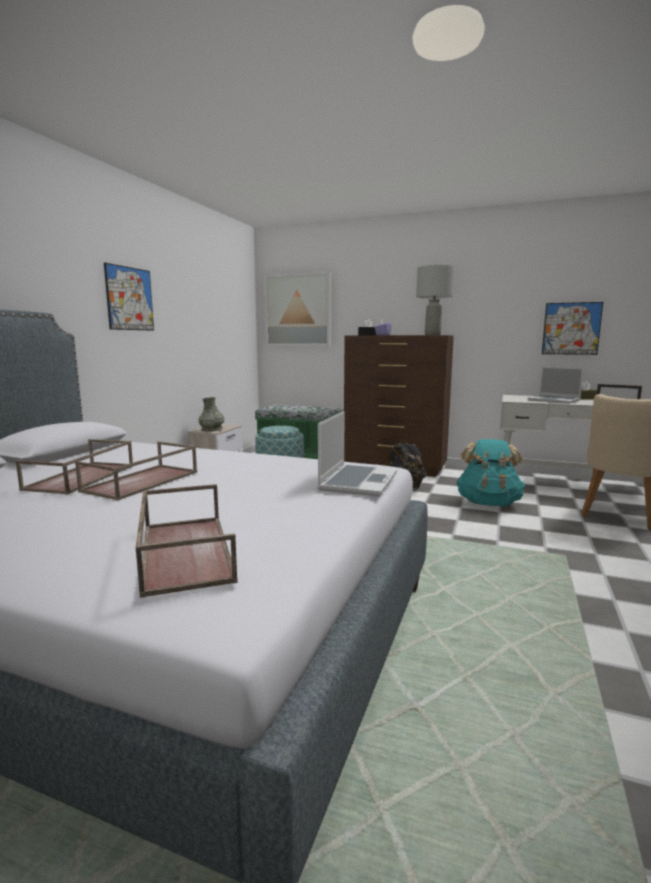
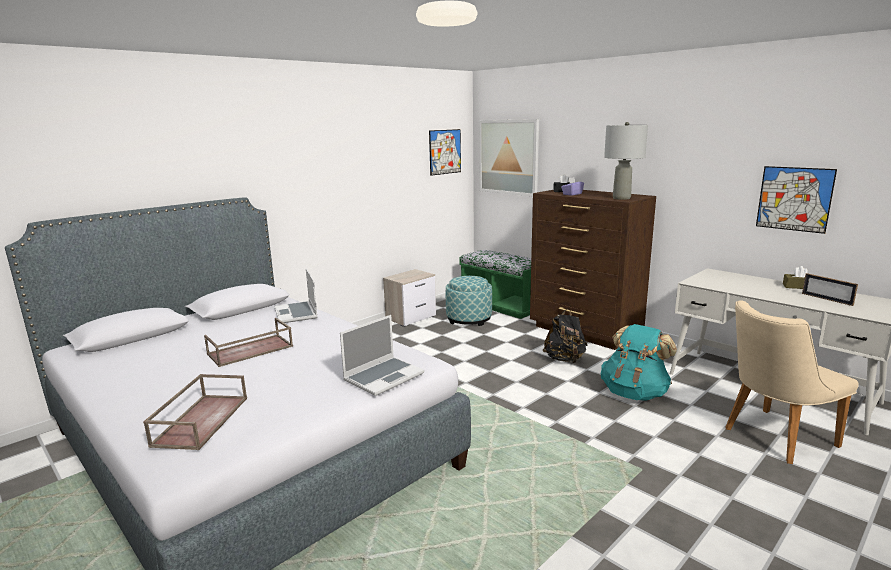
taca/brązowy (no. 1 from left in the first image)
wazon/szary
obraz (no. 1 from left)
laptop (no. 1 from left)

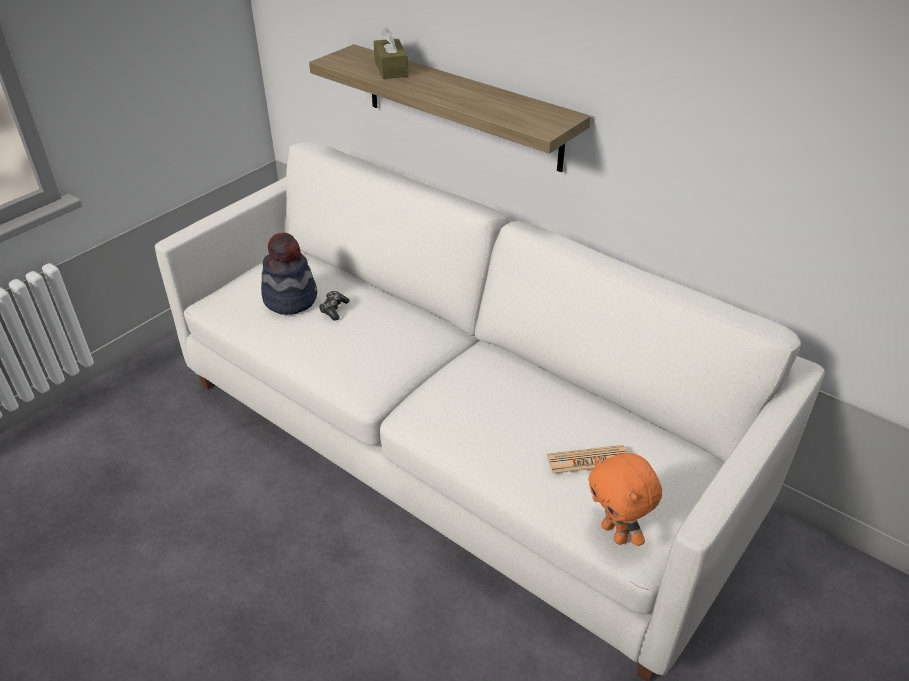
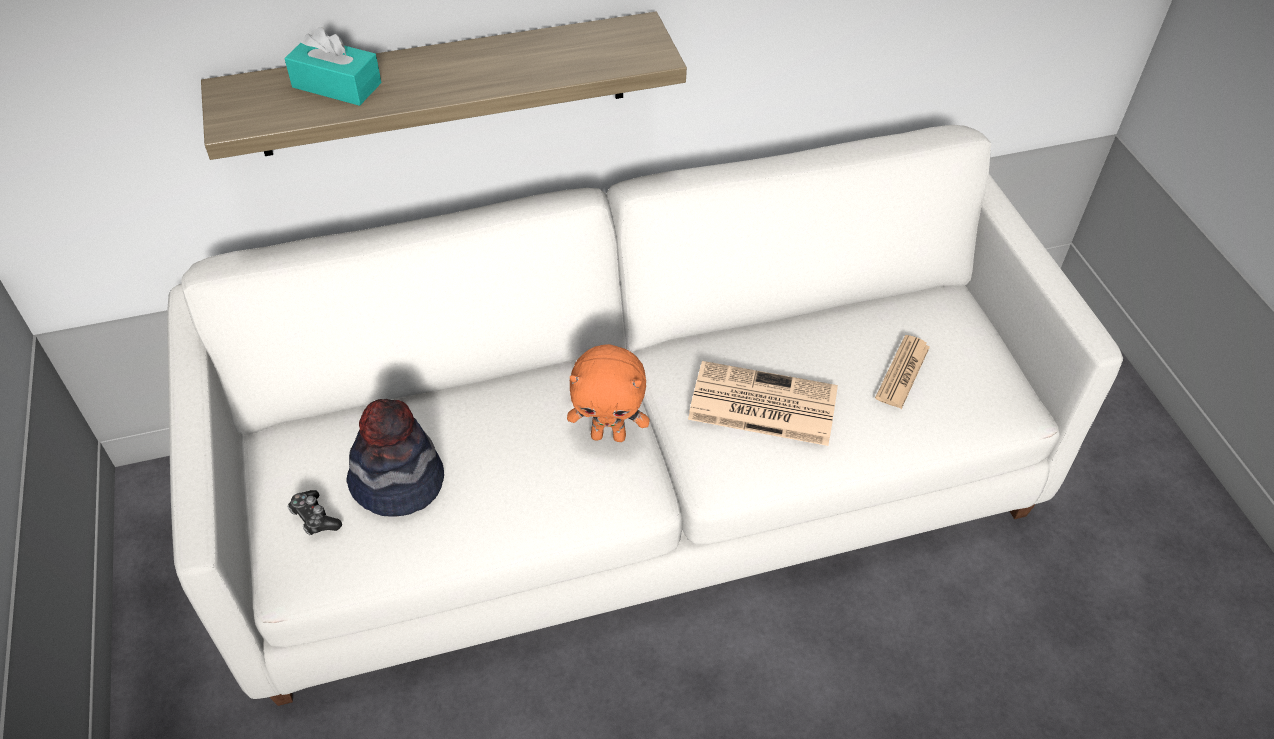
gazeta (no. 1 from left)
pad do gier
pluszak/pomarańczowy
pudełko chusteczek/turkusowy

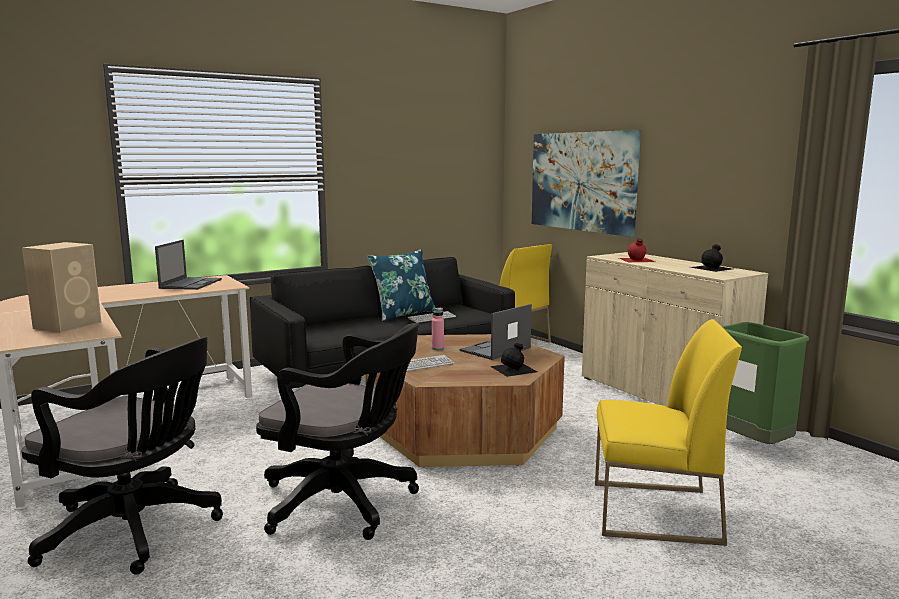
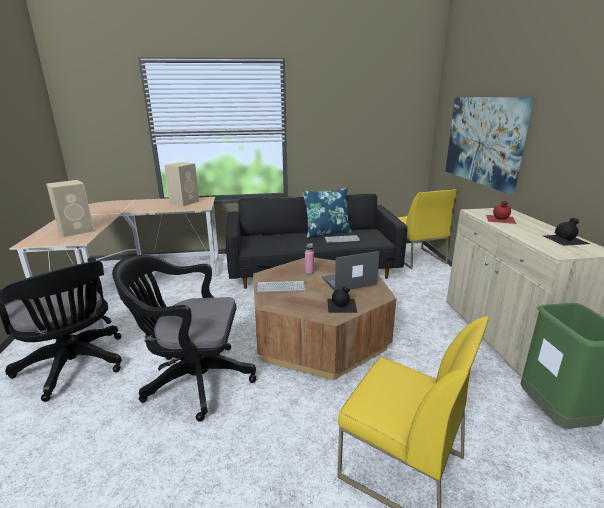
głośnik/beżowy (no. 2 from left)
krzesło biurowe/czarny (no. 2 from left)

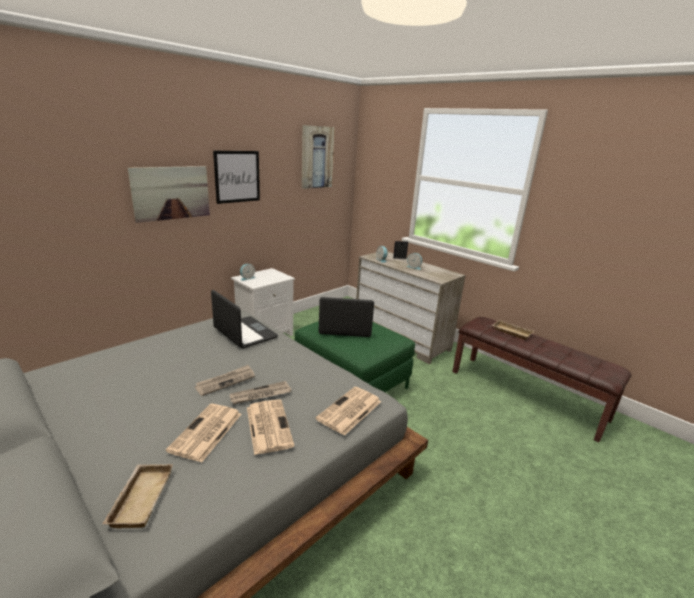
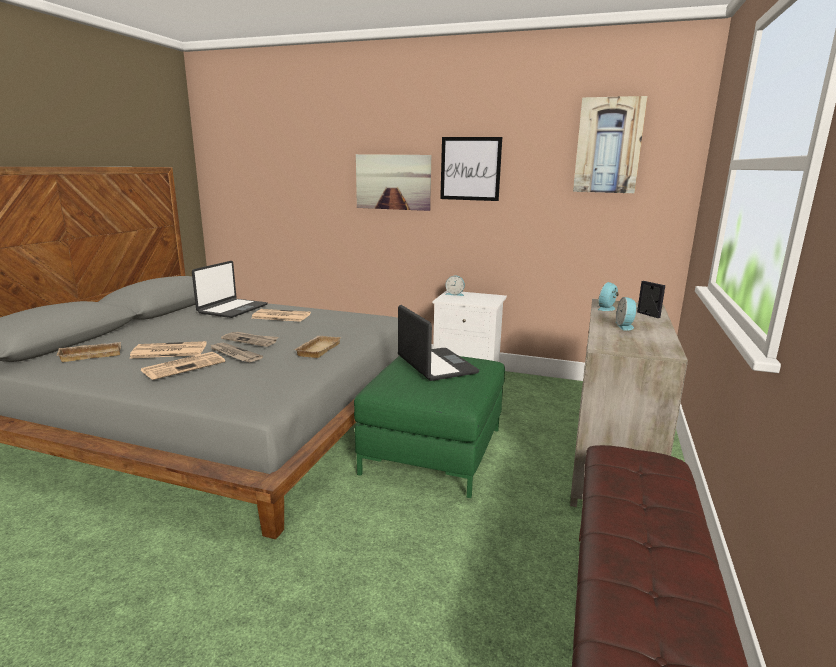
laptop (no. 1 from left)
gazeta (no. 5 from left)
taca/beżowy (no. 2 from left)

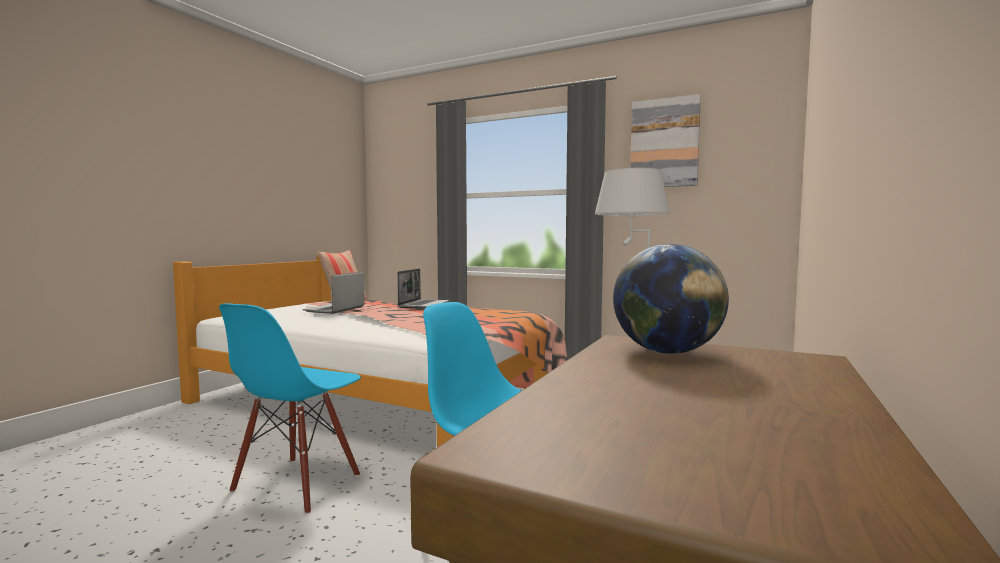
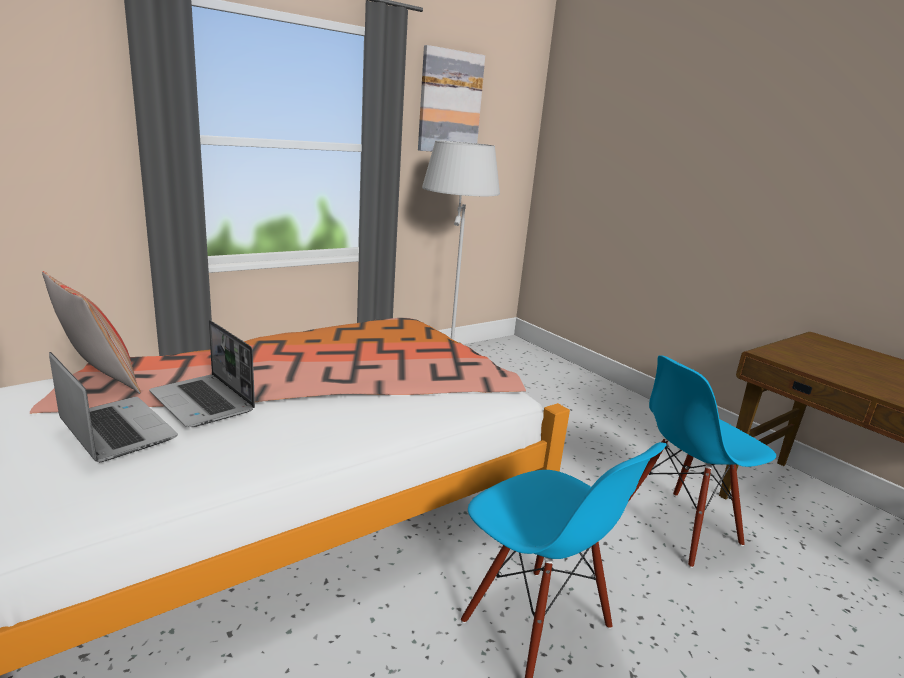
globus
laptop (no. 1 from left)

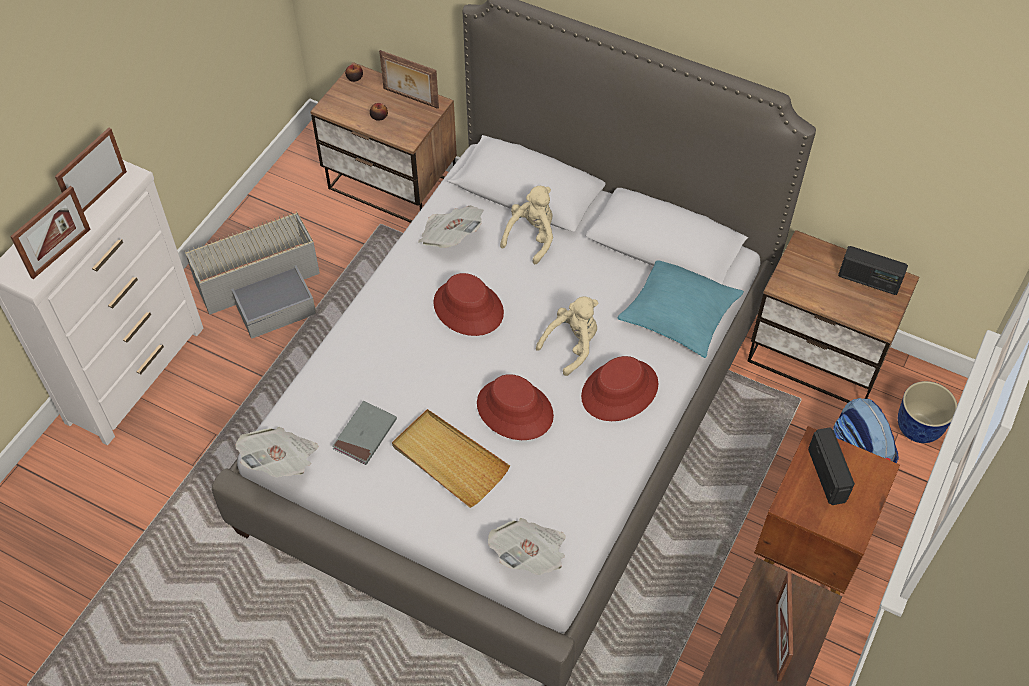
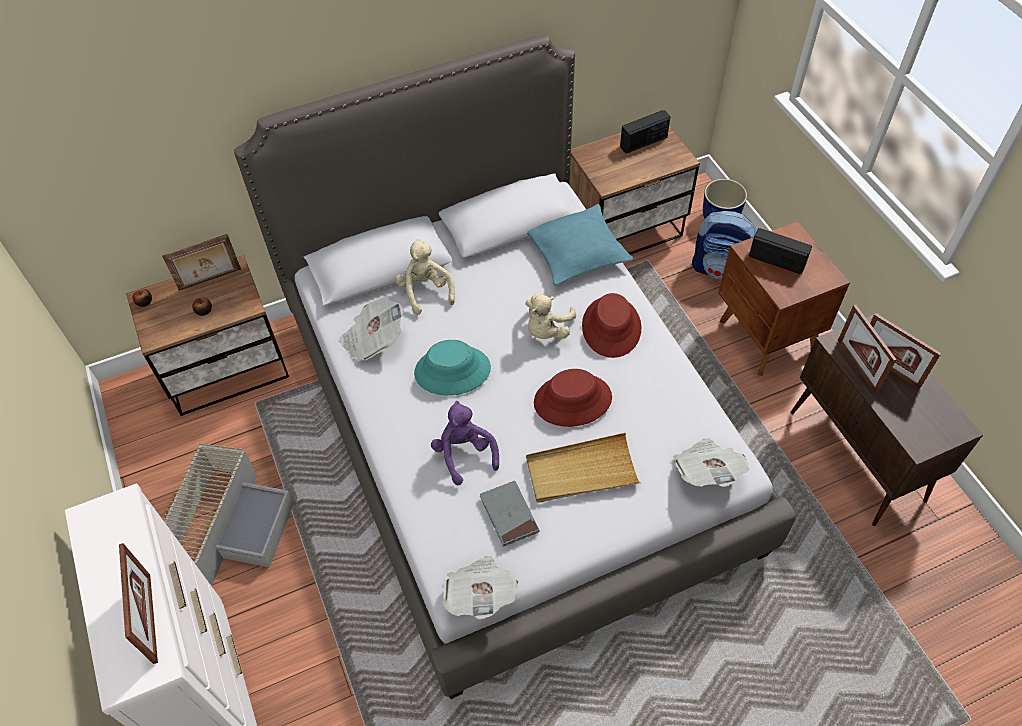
pluszak/fioletowy
ramka na zdjęcie (no. 3 from left)
kapelusz/turkusowy
pluszak/beżowy (no. 2 from left)

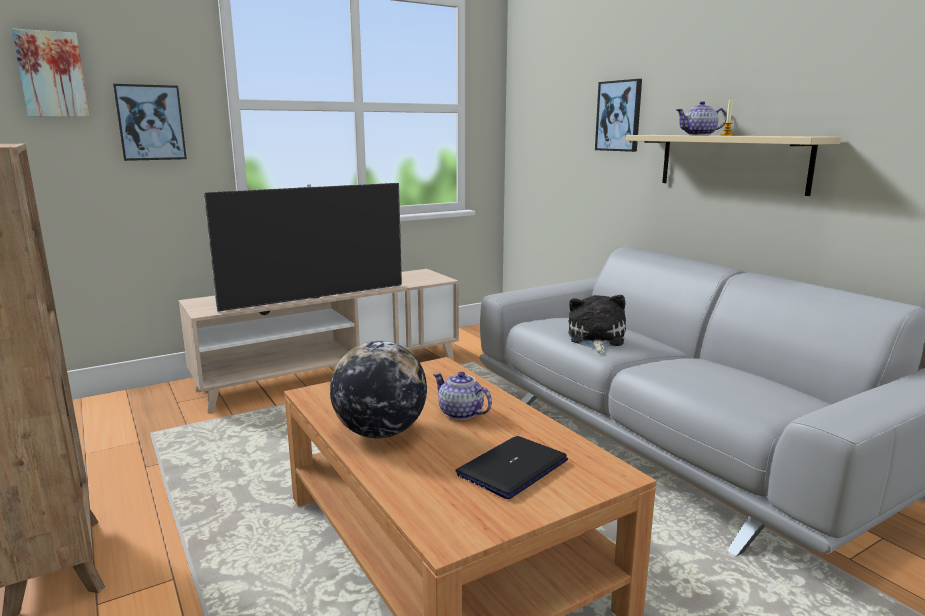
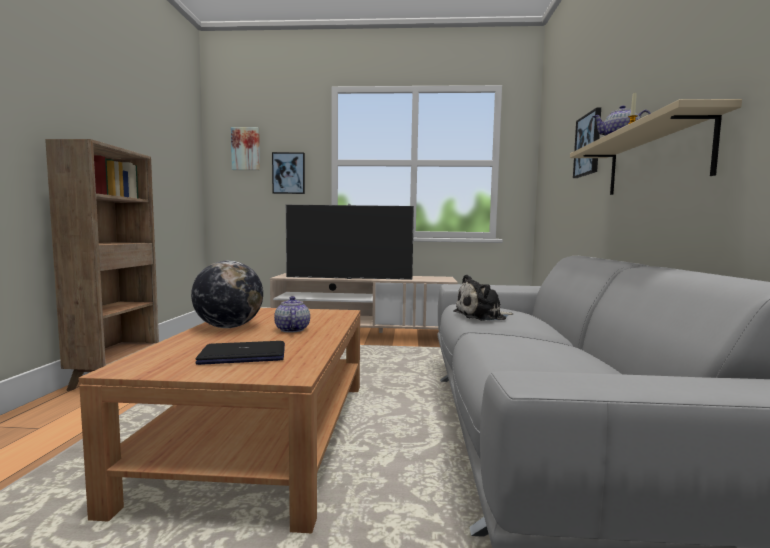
pluszak

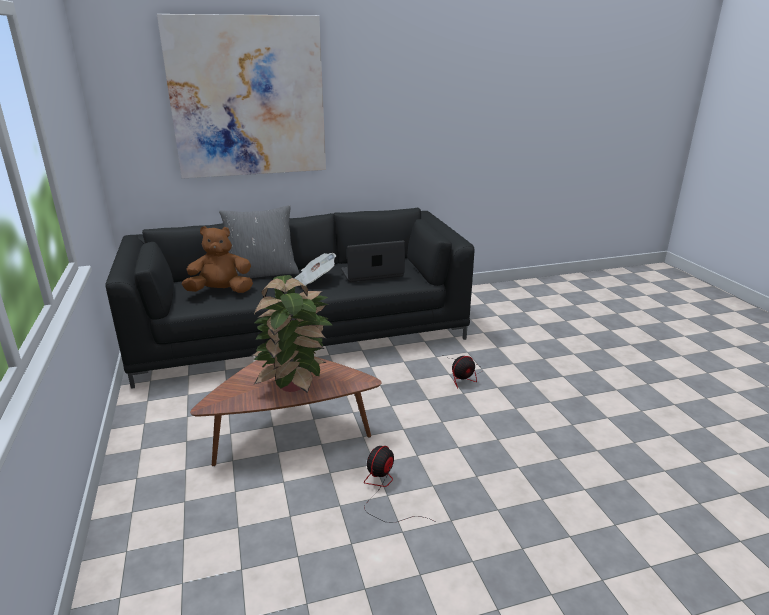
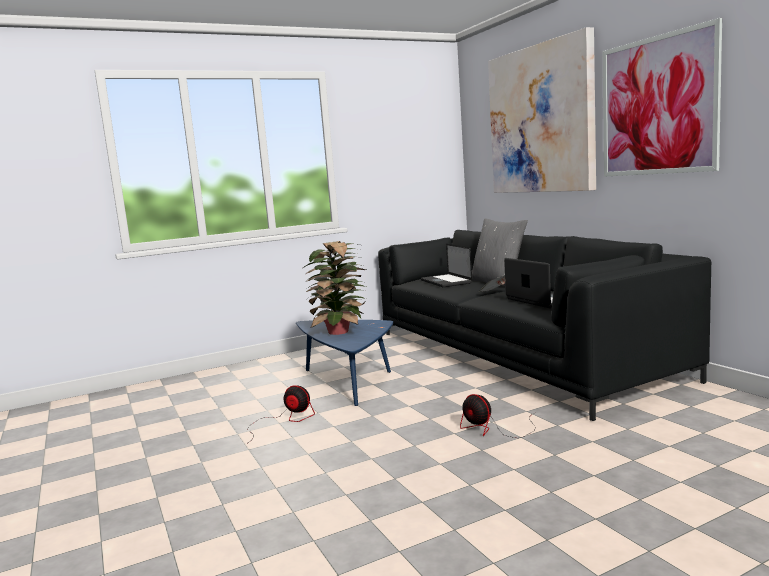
obraz (no. 2 from left)
laptop (no. 1 from left)
ława/niebieski

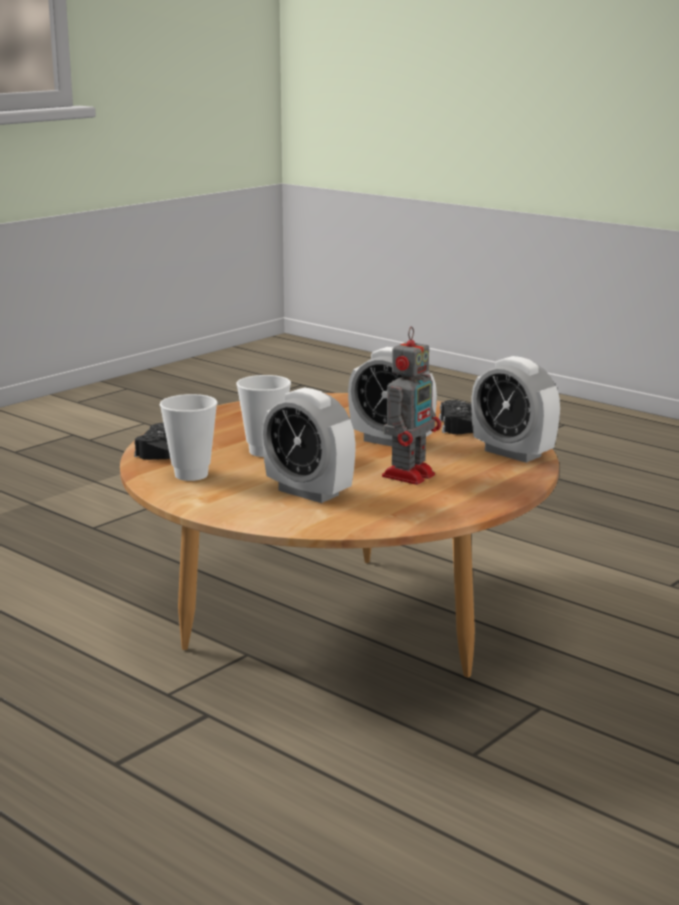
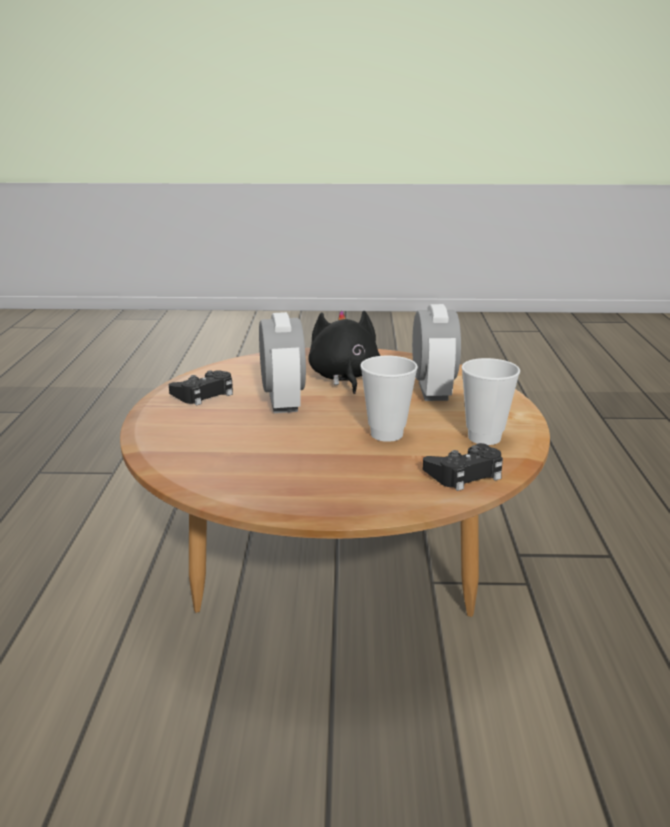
budzik (no. 3 from left in the first image)
pluszak/czarny

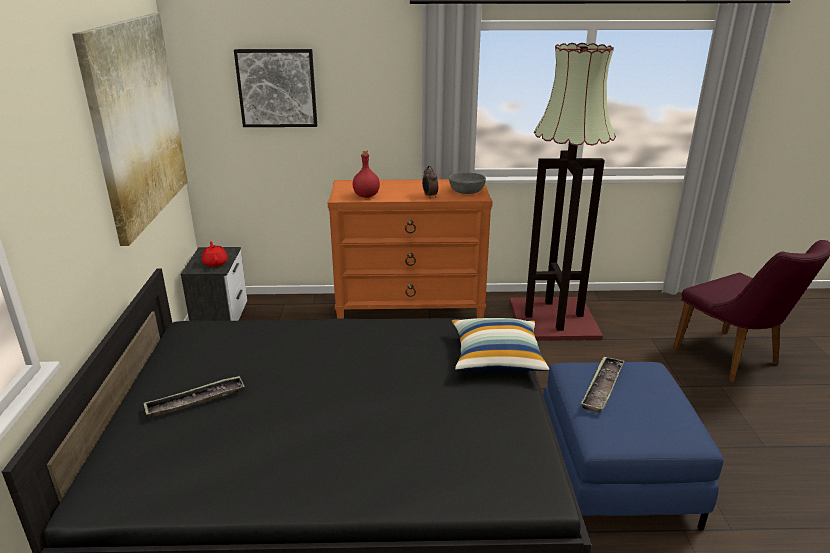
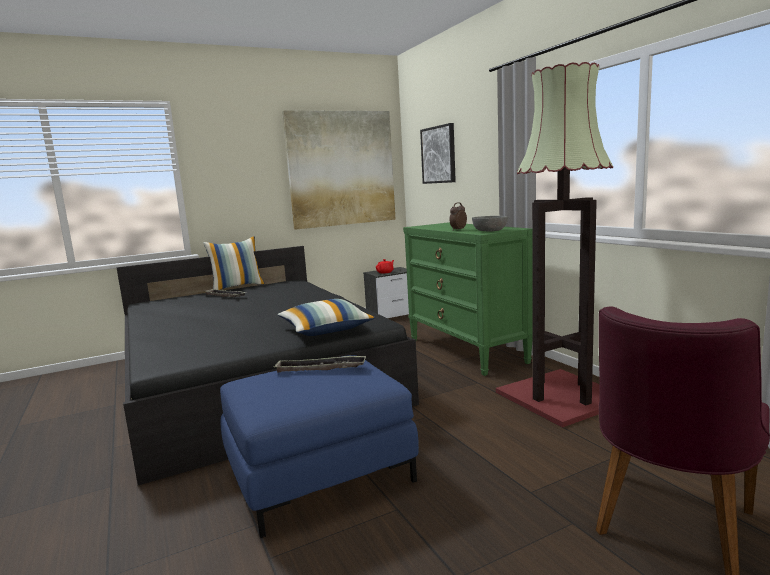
butelka/czerwony
poduszka (no. 1 from left)
komoda/zielony

